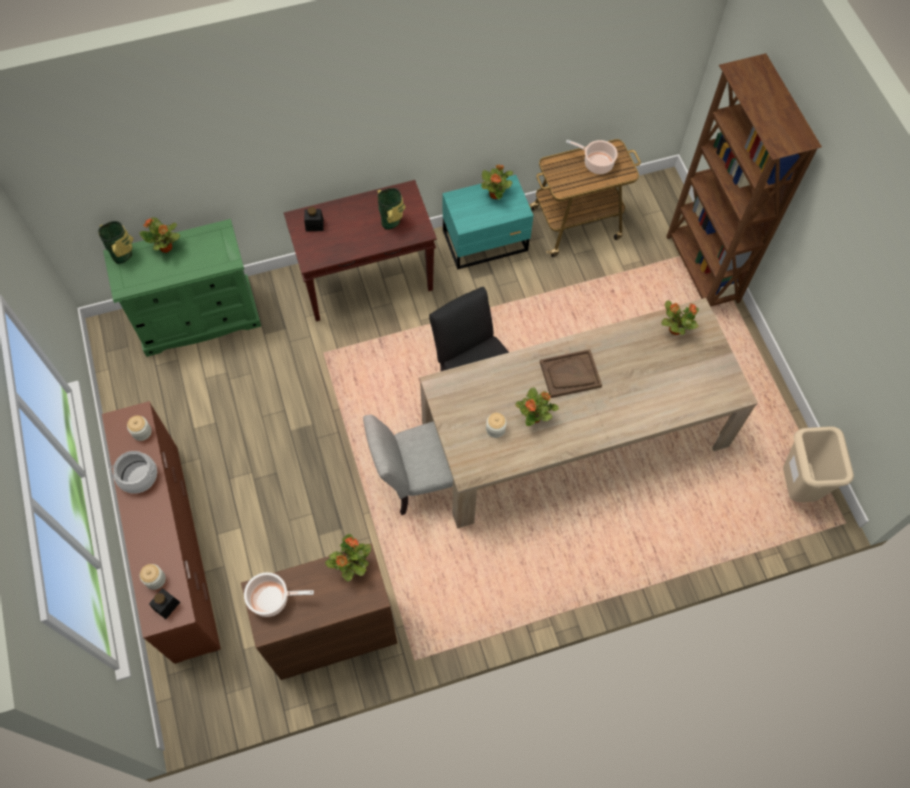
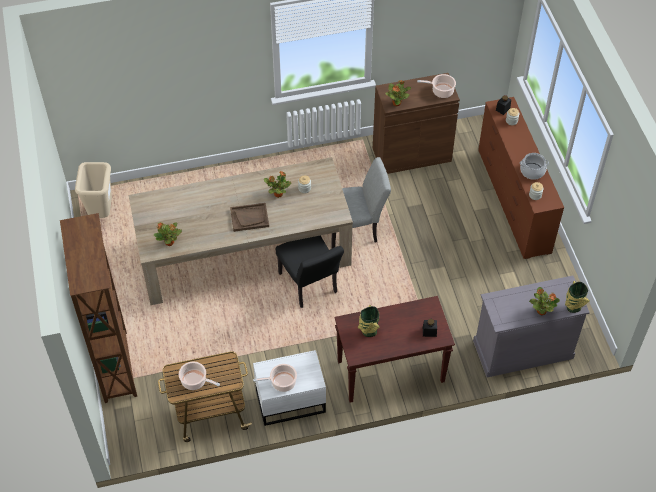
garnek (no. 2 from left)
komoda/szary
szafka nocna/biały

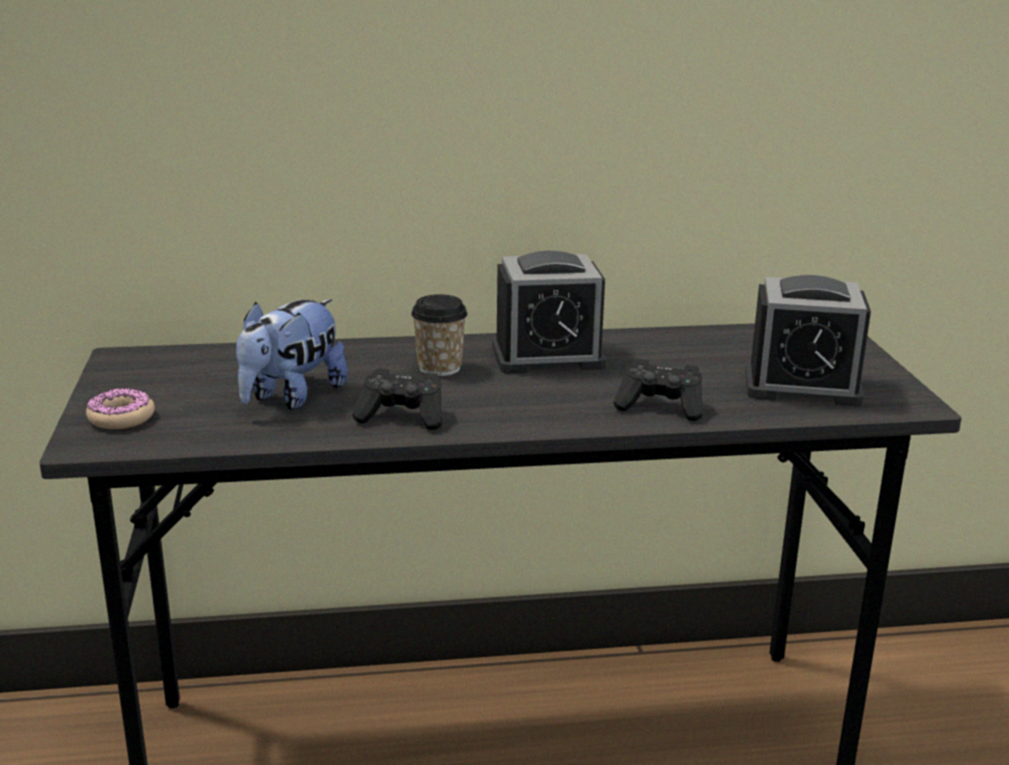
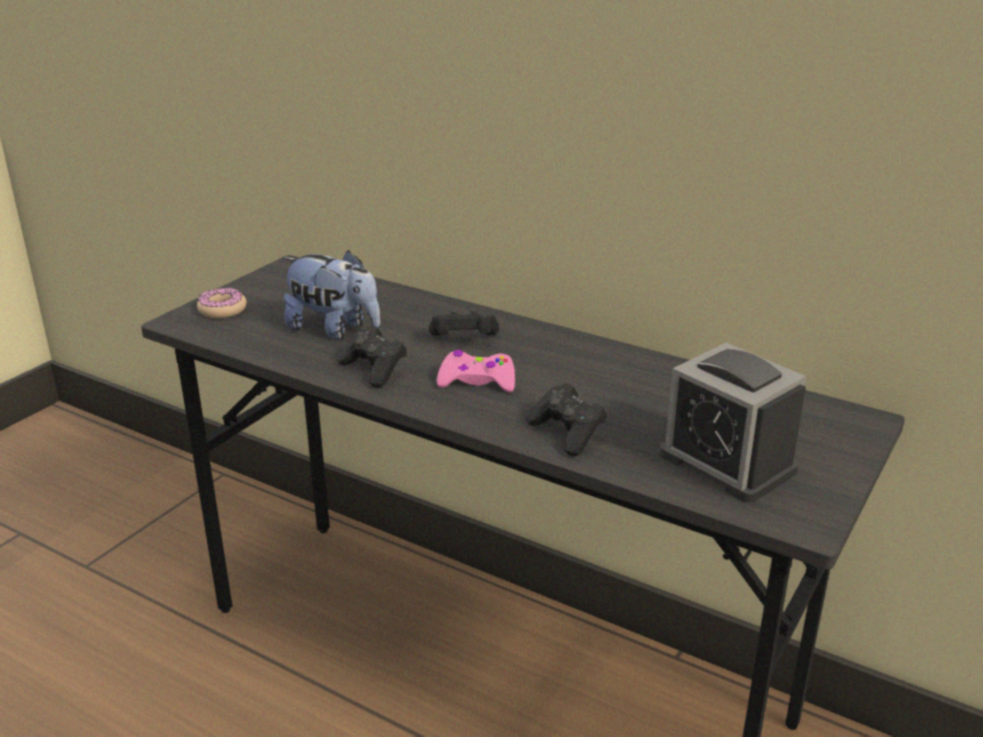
budzik (no. 1 from left in the first image)
pad do gier/różowy
pad do gier/czarny (no. 2 from left)
pluszak

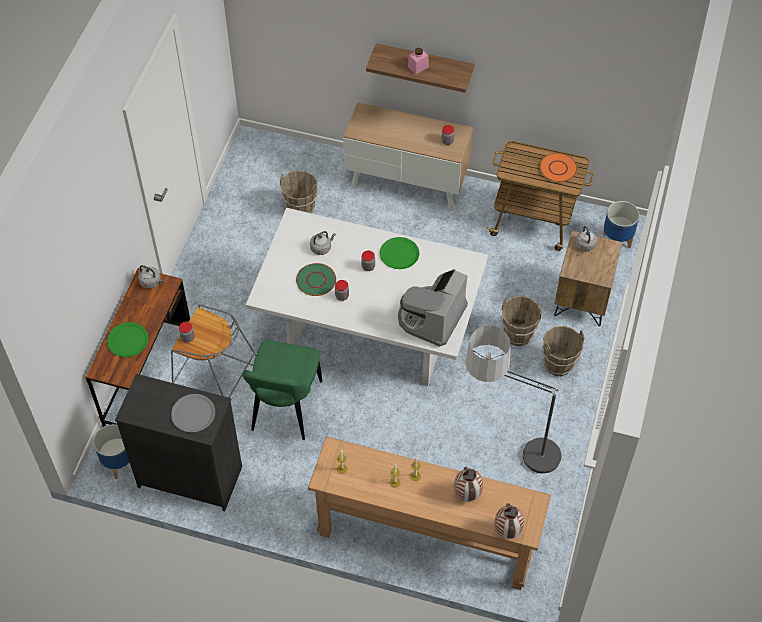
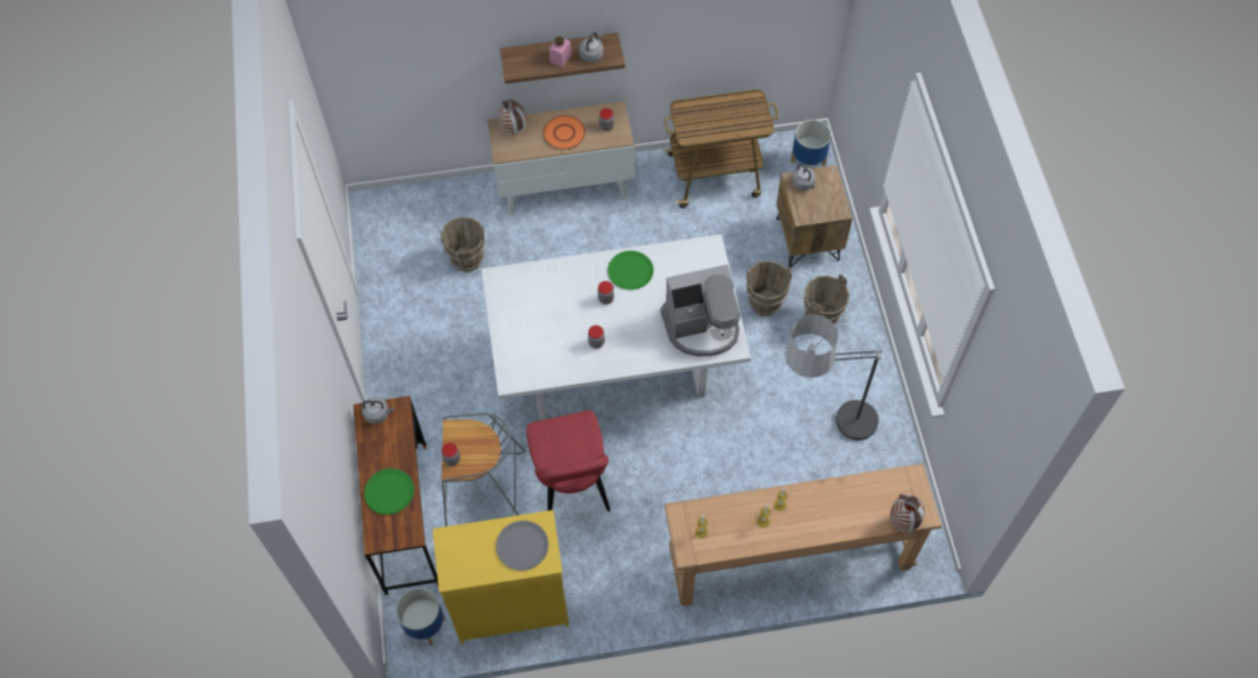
talerz/zielony (no. 2 from left in the first image)
czajnik/szary (no. 2 from left)
wazon (no. 1 from left)
talerz/pomarańczowy
komoda/żółty
krzesło/czerwony
ekspres do kawy

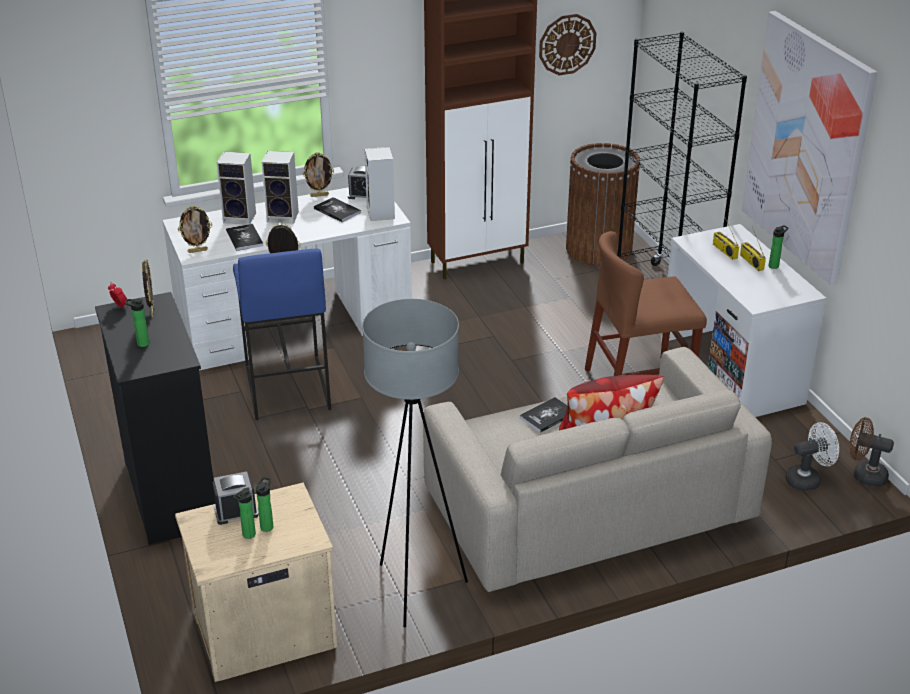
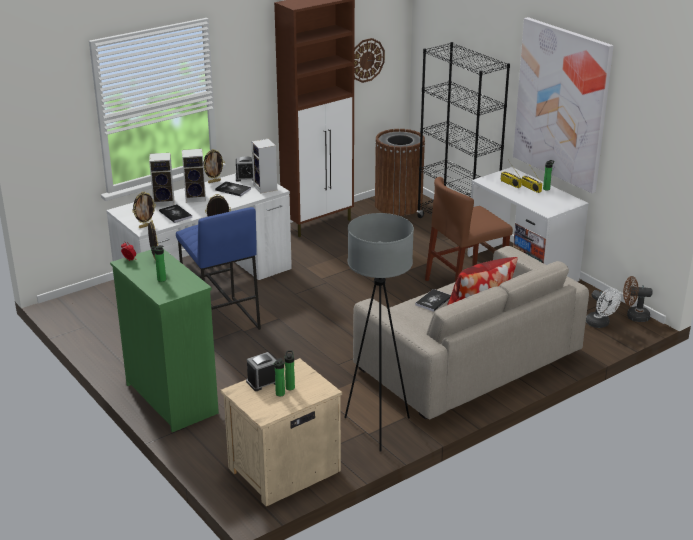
komoda/zielony
wentylator/biały

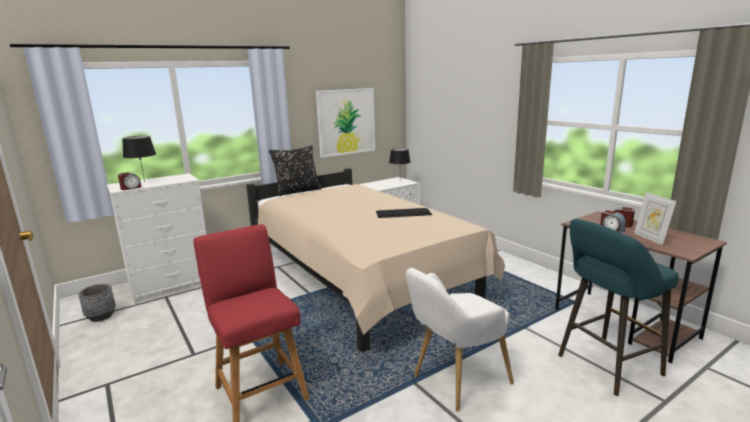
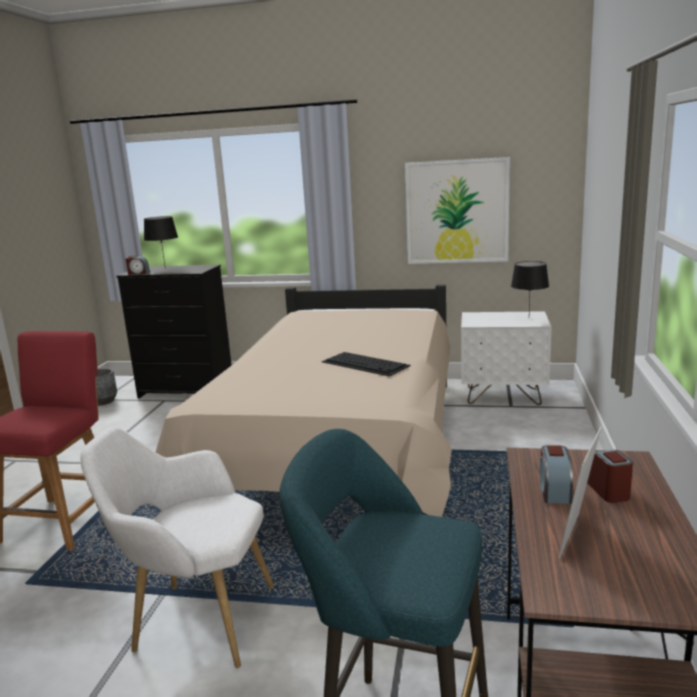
poduszka/czarny
komoda/czarny

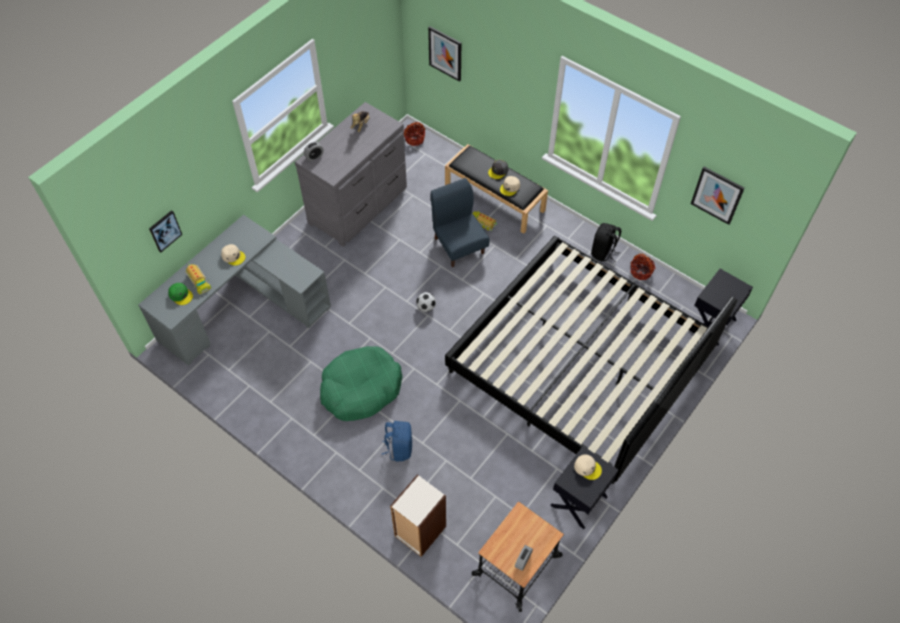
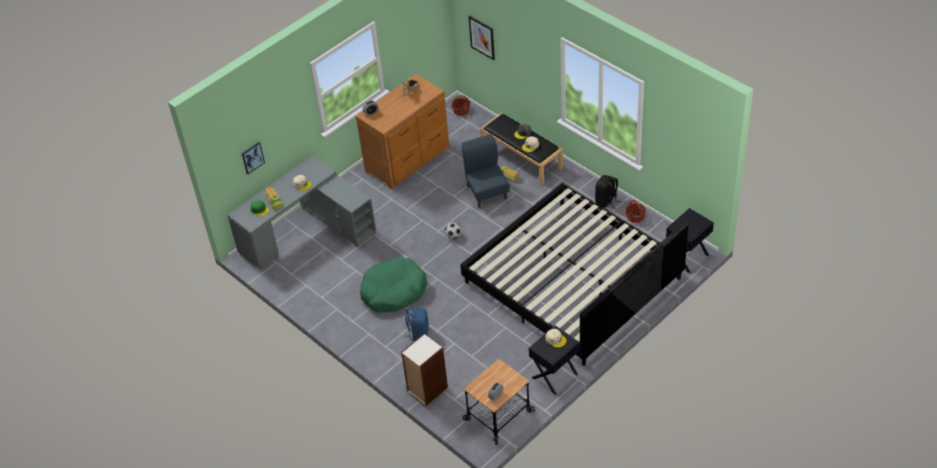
obraz (no. 3 from left in the first image)
komoda/brązowy

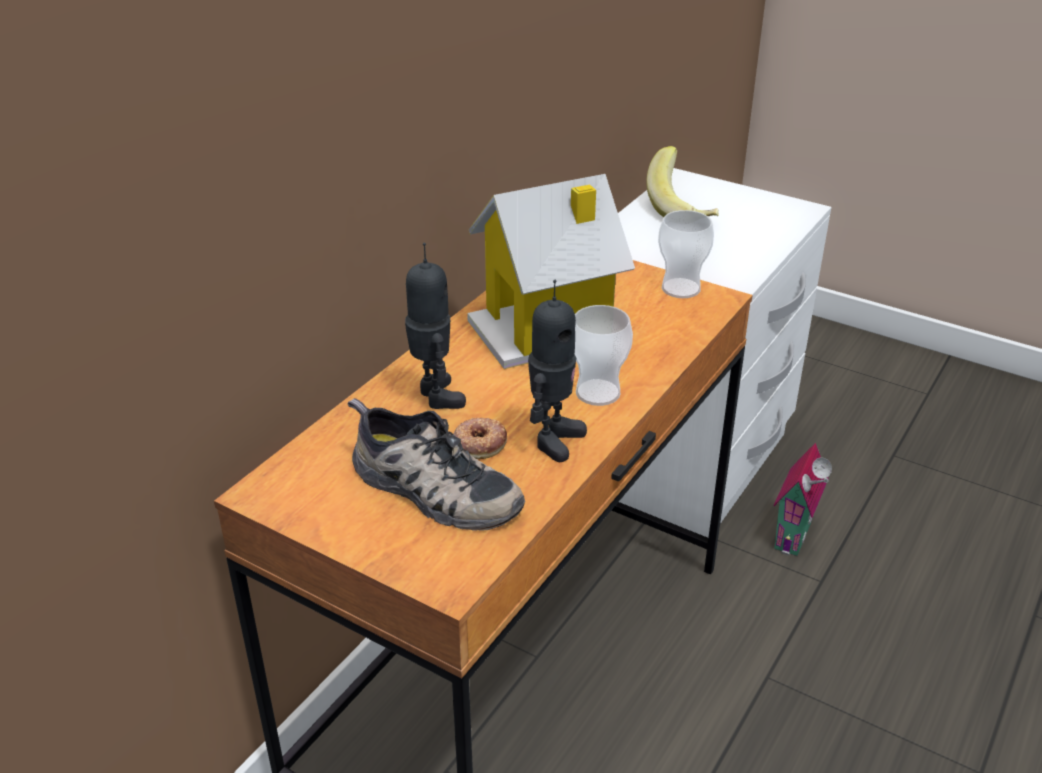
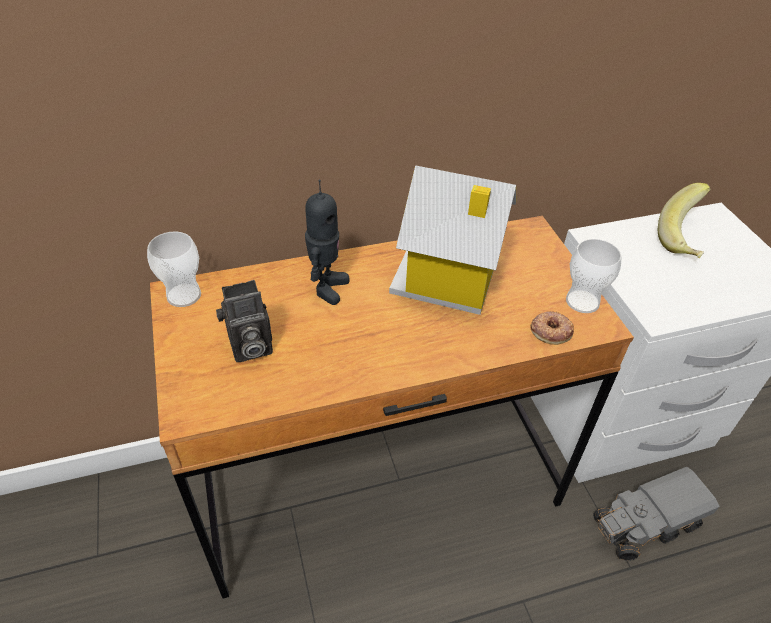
robot zabawkowy (no. 2 from left in the first image)
donut
filiżanka (no. 1 from left)
aparat fotograficzny
ciężarówka zabawkowa

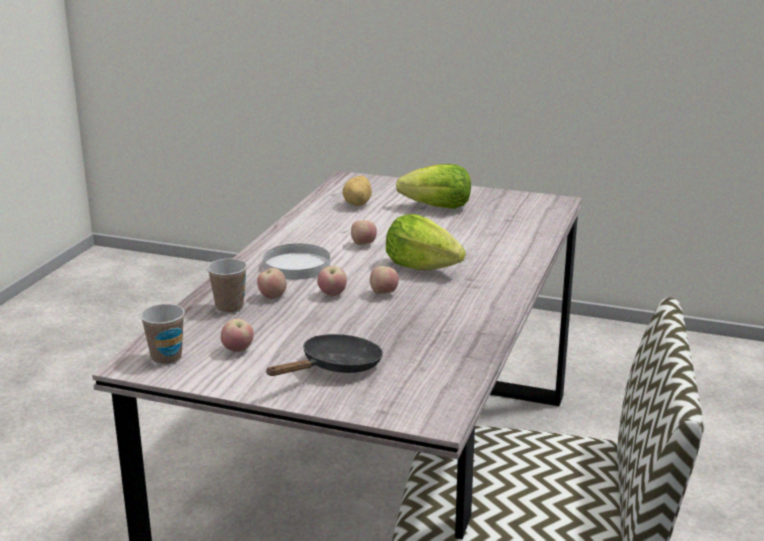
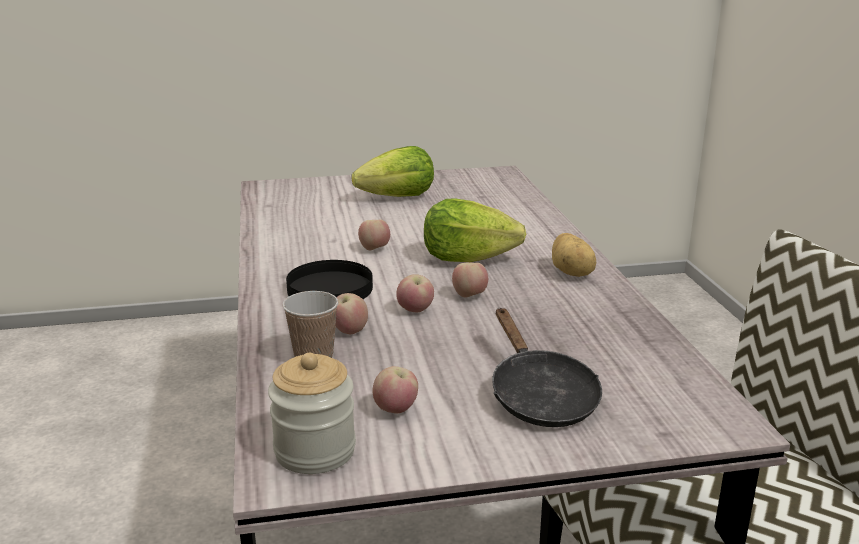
ziemniak
słoik
talerz/czarny
patelnia/czarny

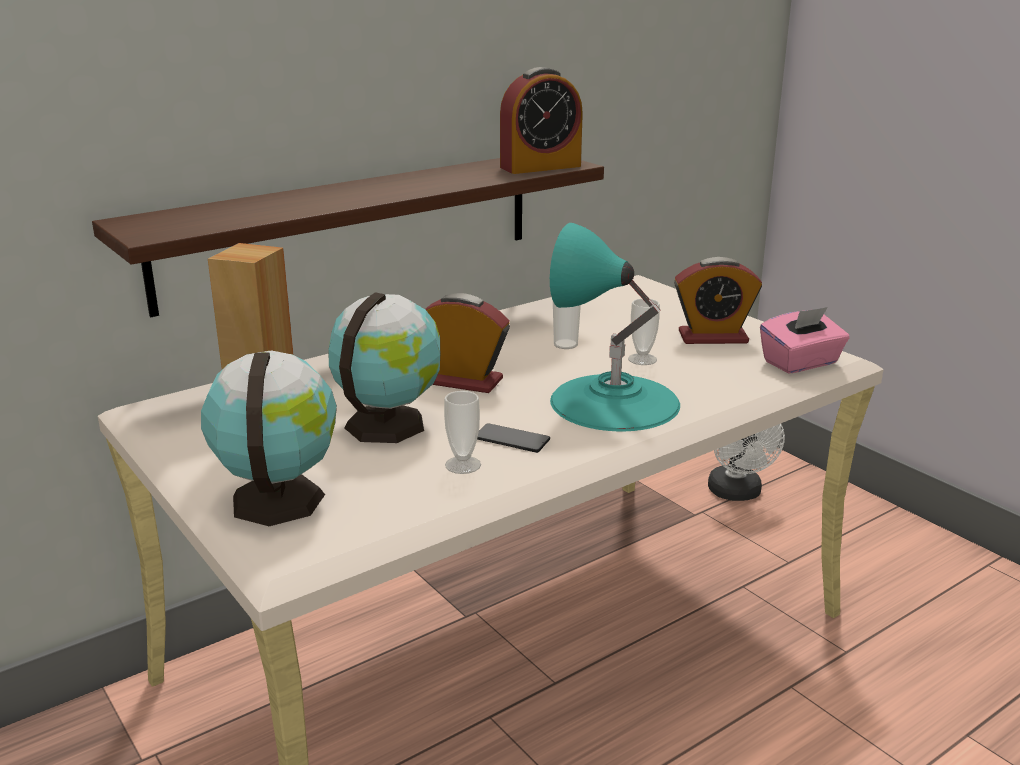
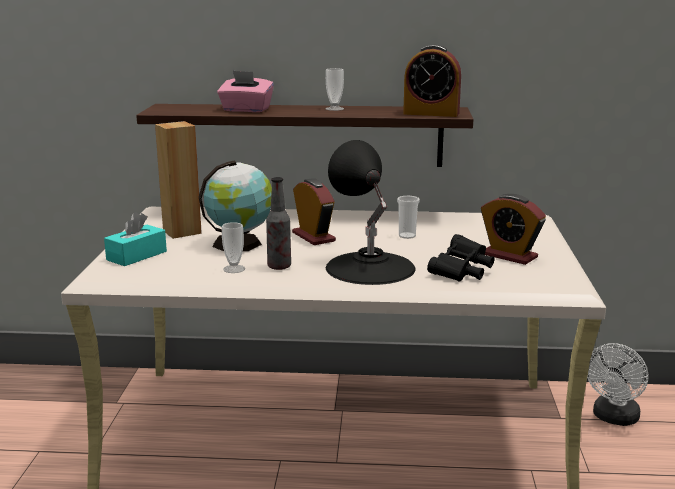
lornetka/czarny
filiżanka (no. 2 from left)
pudełko chusteczek/różowy
pudełko chusteczek/turkusowy
butelka
lampa stołowa/czarny

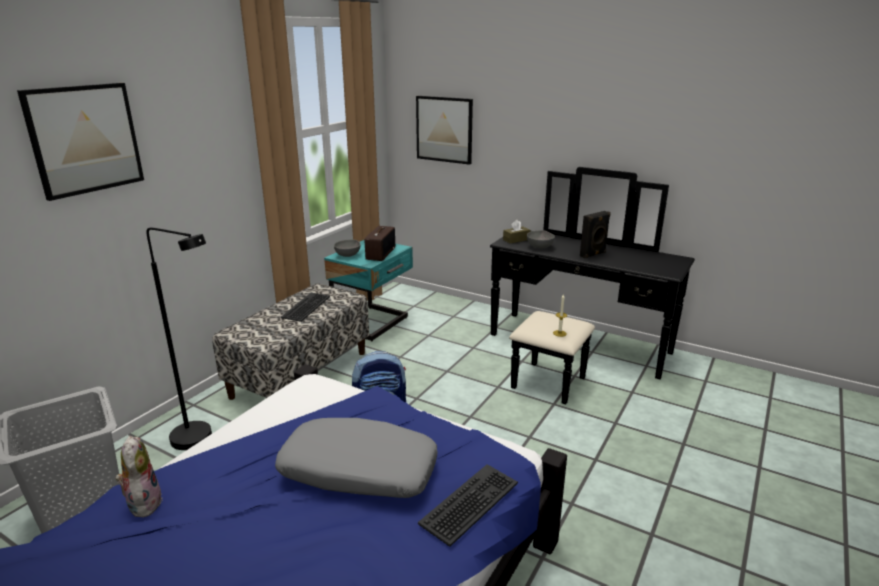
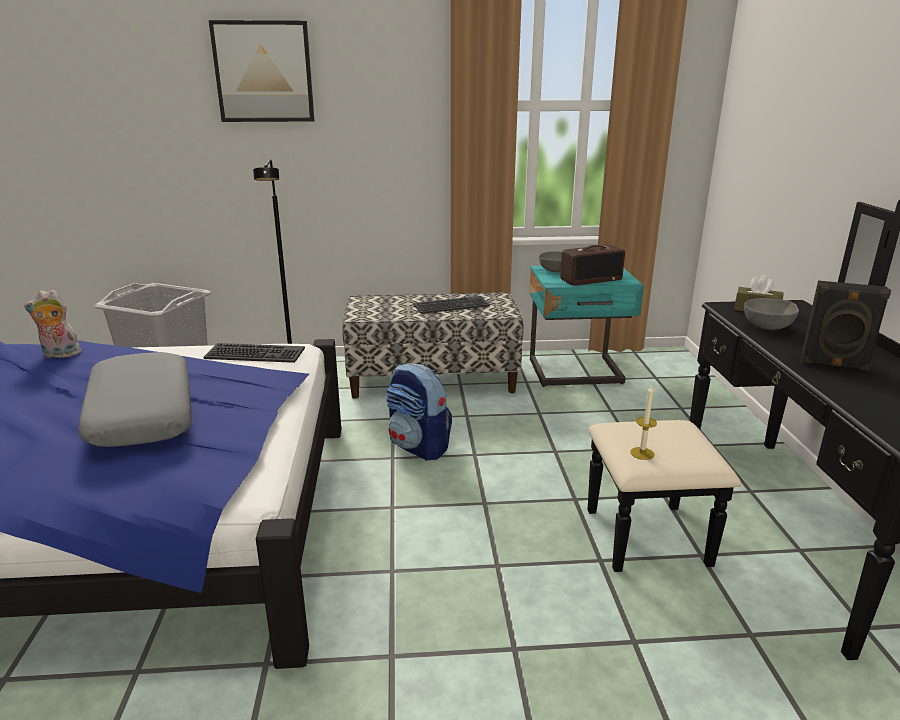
obraz (no. 2 from left in the first image)
klawiatura (no. 1 from left)
pluszak

